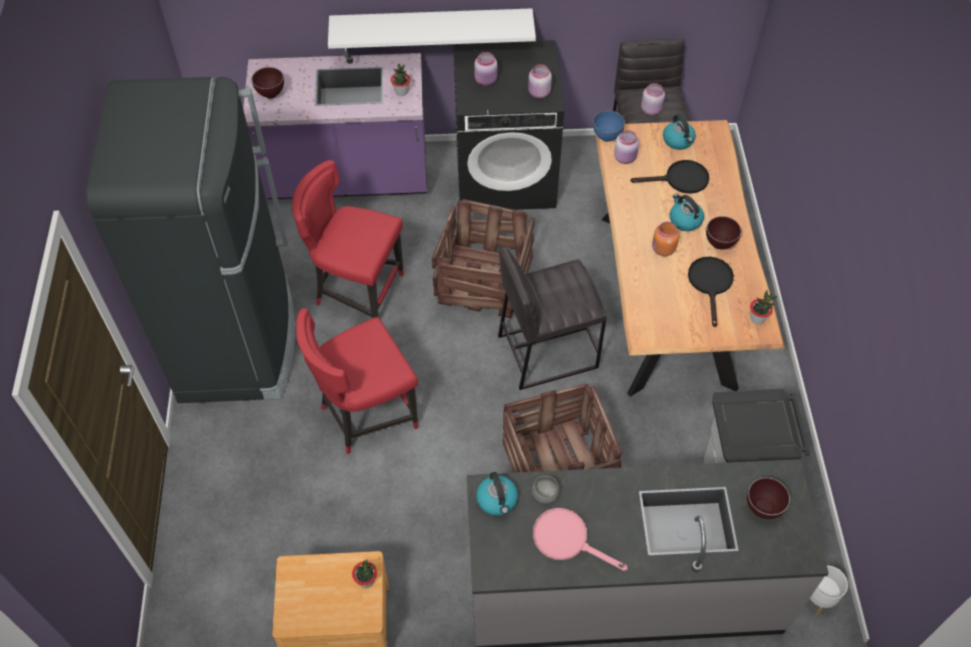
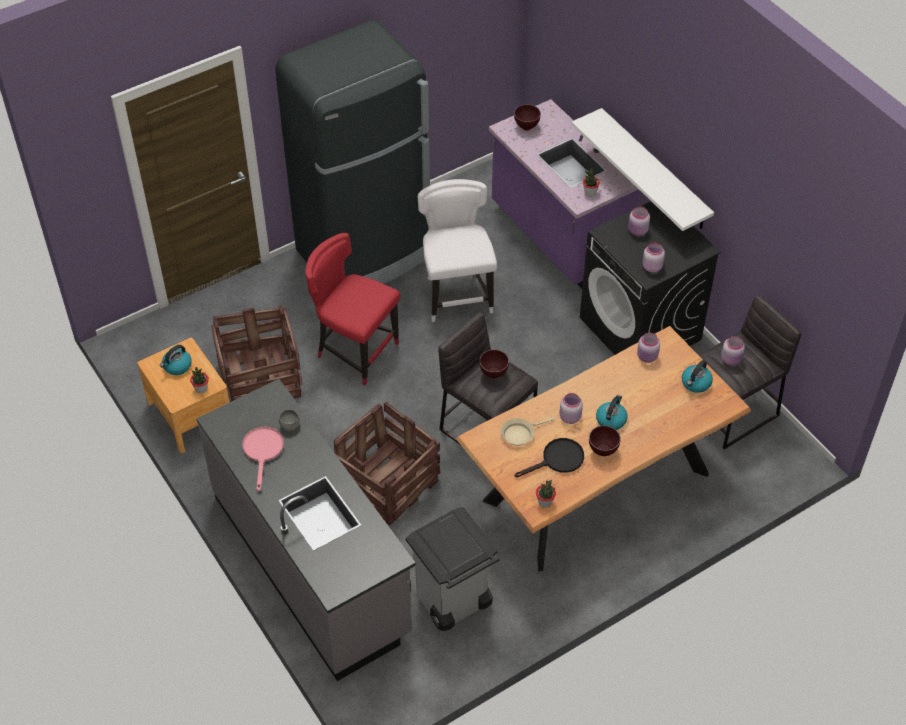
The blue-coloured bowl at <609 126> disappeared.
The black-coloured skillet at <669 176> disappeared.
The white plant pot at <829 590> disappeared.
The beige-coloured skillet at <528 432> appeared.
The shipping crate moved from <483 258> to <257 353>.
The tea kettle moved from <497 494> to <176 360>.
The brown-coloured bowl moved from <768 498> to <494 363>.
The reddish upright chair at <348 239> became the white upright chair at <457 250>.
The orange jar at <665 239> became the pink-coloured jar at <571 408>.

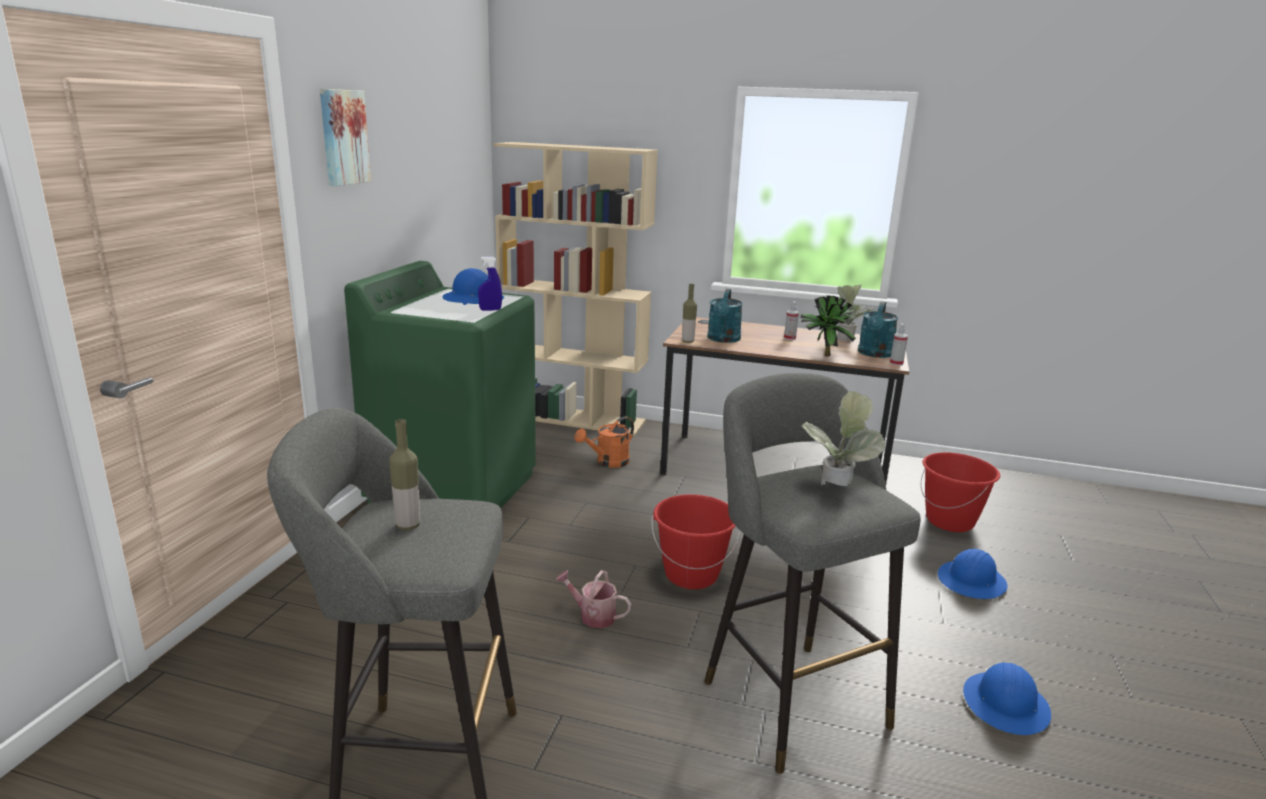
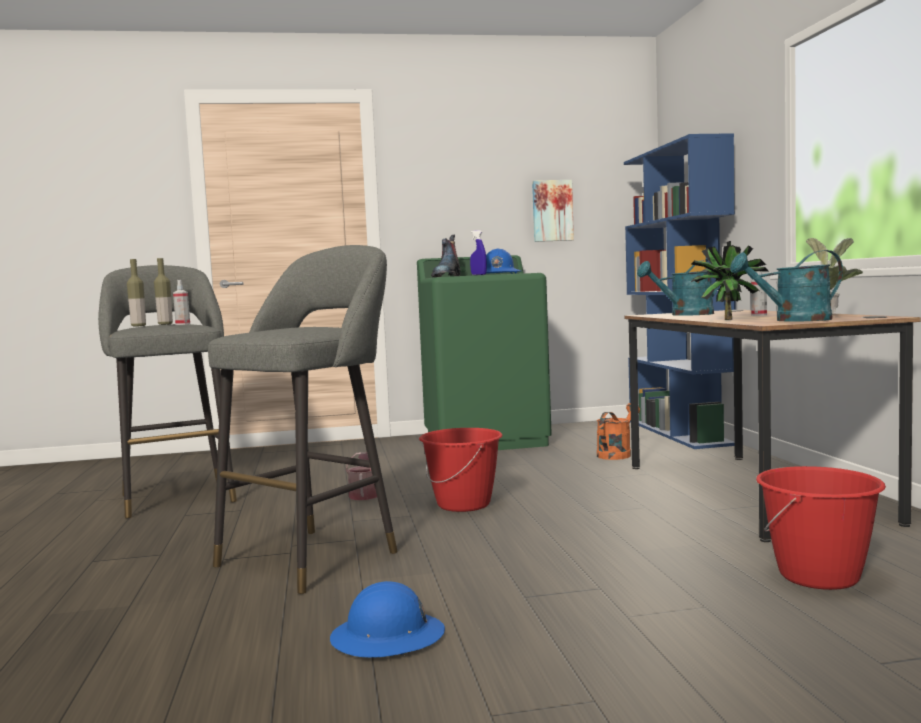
The potted plant at <843 438> disappeared.
The blue-coloured work helmet at <973 573> disappeared.
The tall boot at <445 256> appeared.
The wall picture moved from <345 137> to <553 211>.
The drink bottle moved from <689 313> to <136 293>.
The spray bottle moved from <899 345> to <181 302>.
The beige-coloured bookshelf at <575 289> became the blue-coloured bookshelf at <680 291>.
The orange watering pot at <604 442> turned 105 degrees clockwise.

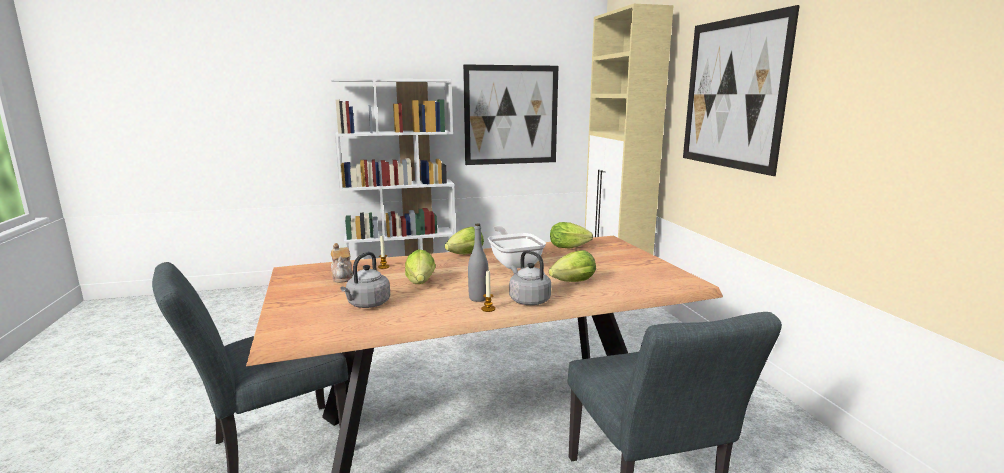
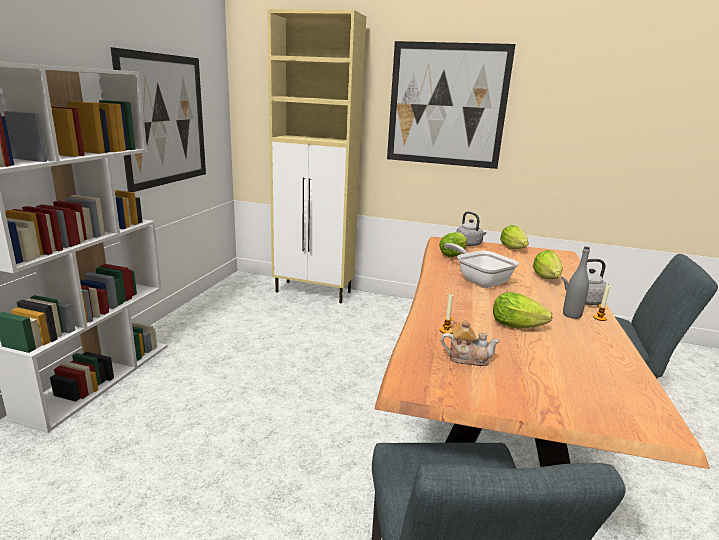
The grey tea kettle moved from <365 280> to <471 228>.
The head of lettuce moved from <464 240> to <514 237>.
The skillet at <517 247> turned 45 degrees clockwise.

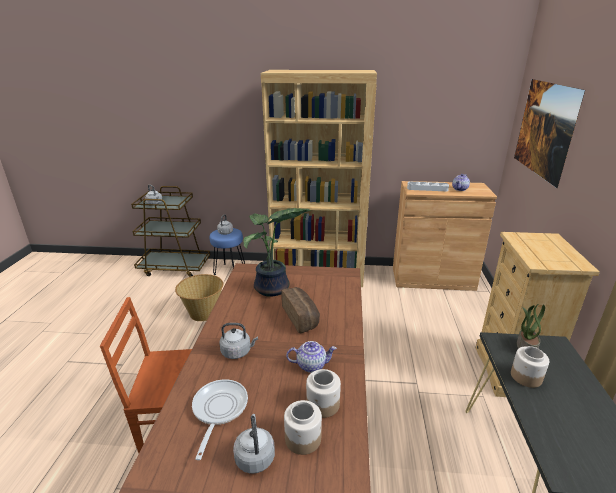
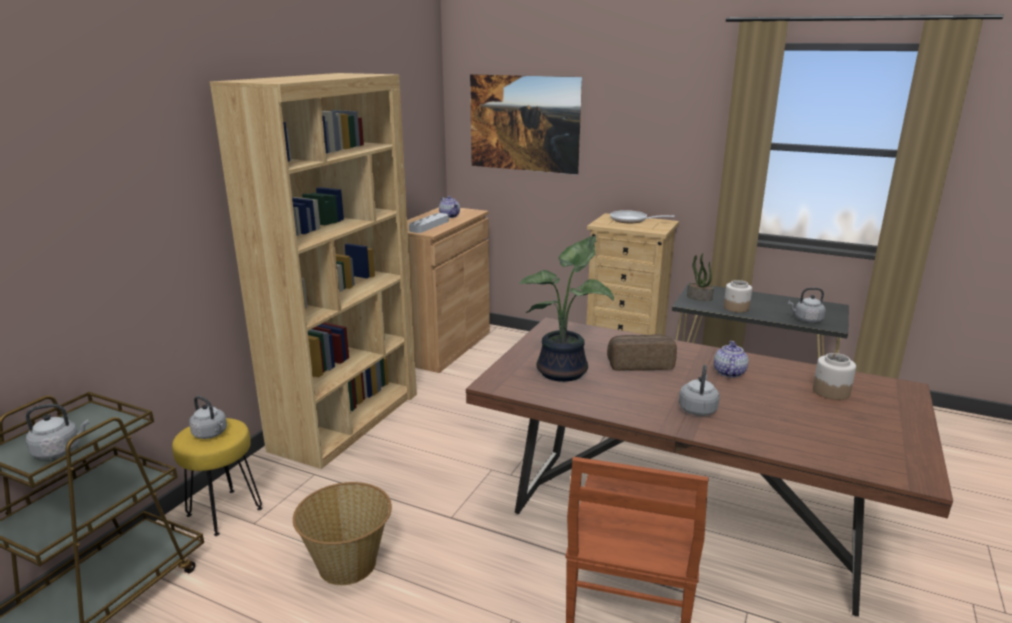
The jar at <323 393> disappeared.
The skillet moved from <220 419> to <642 216>.
The grey tea kettle moved from <254 444> to <807 305>.
The blue-coloured sitting stool at <227 251> became the yellow sitting stool at <217 477>.

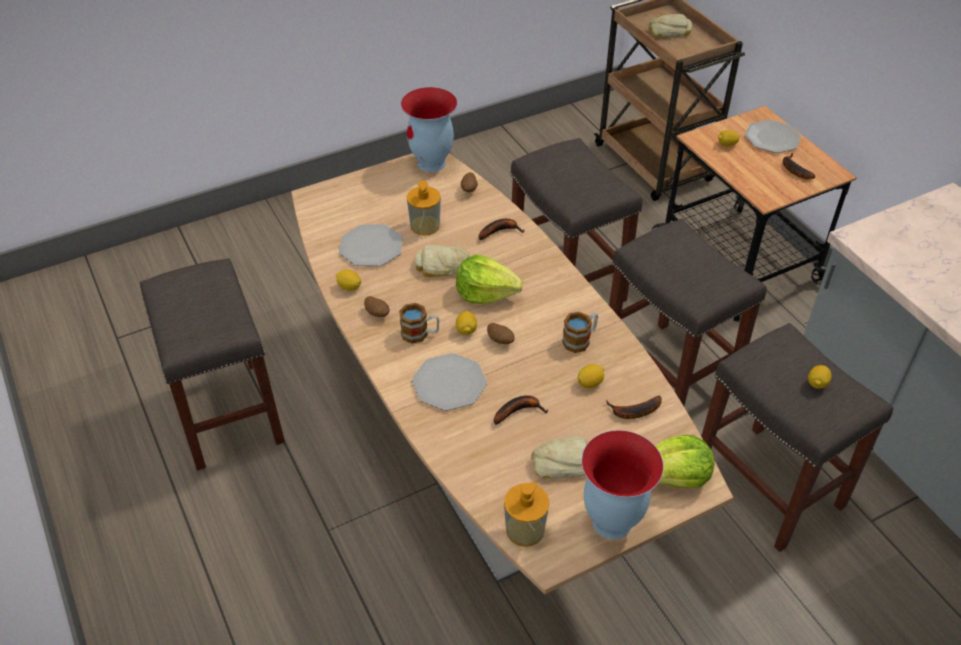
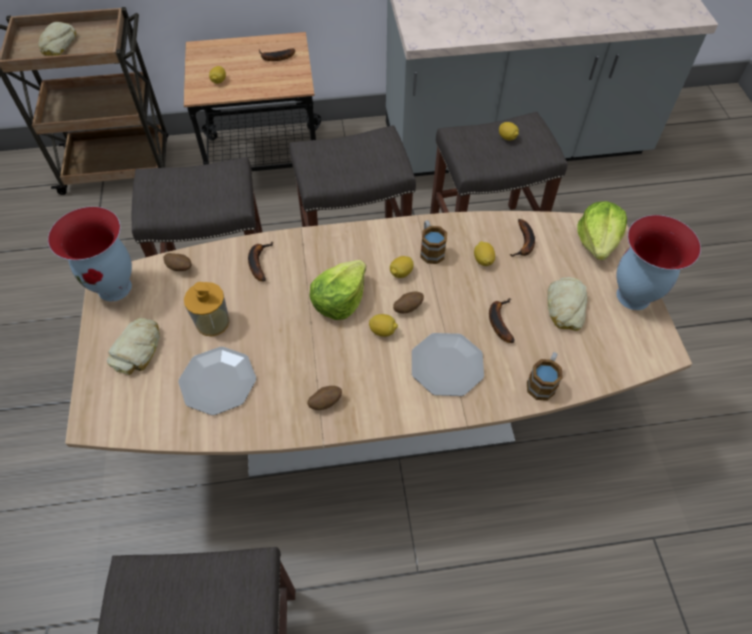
The liquid soap bottle at <527 514> disappeared.
The plate at <773 136> disappeared.
The citrus fruit moved from <348 280> to <402 267>.
The tea mug moved from <419 323> to <545 376>.
The bread moved from <442 261> to <133 346>.

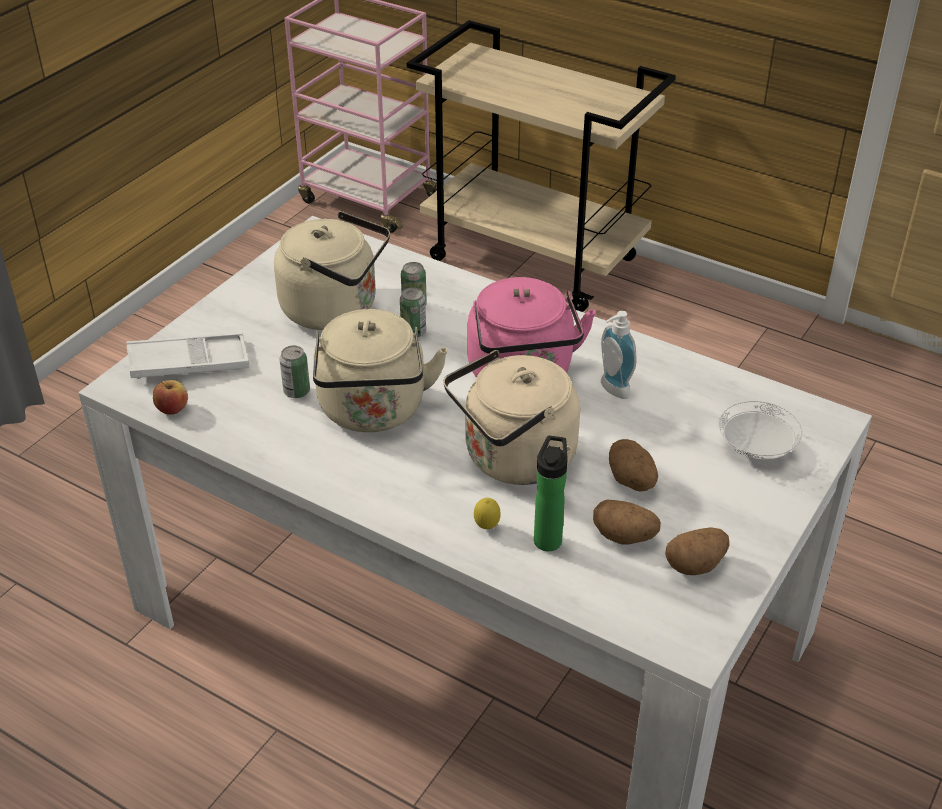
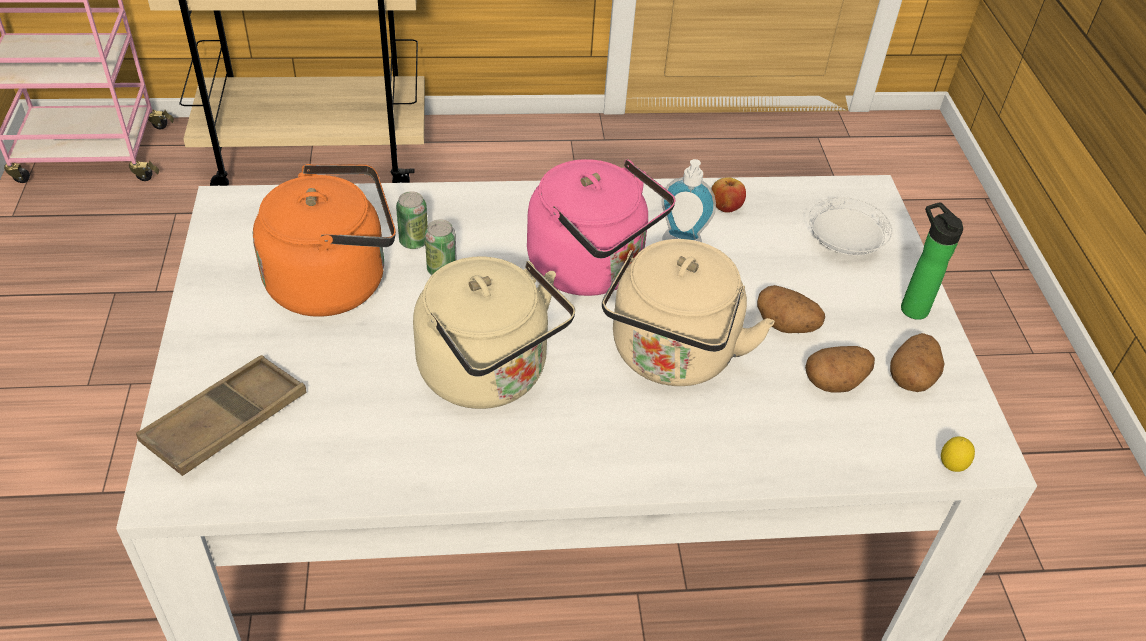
The metal can at <294 372> disappeared.
The apple fruit moved from <170 397> to <728 195>.
The citrus fruit moved from <487 513> to <958 454>.
The drink bottle moved from <551 493> to <932 261>.
The white carrying tray at <187 355> became the brown-coloured carrying tray at <221 415>.
The beige-coloured tea kettle at <332 270> became the orange tea kettle at <324 240>.

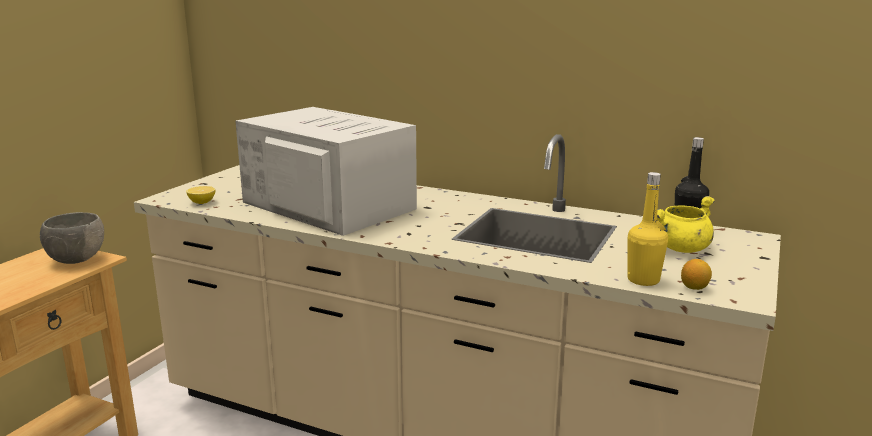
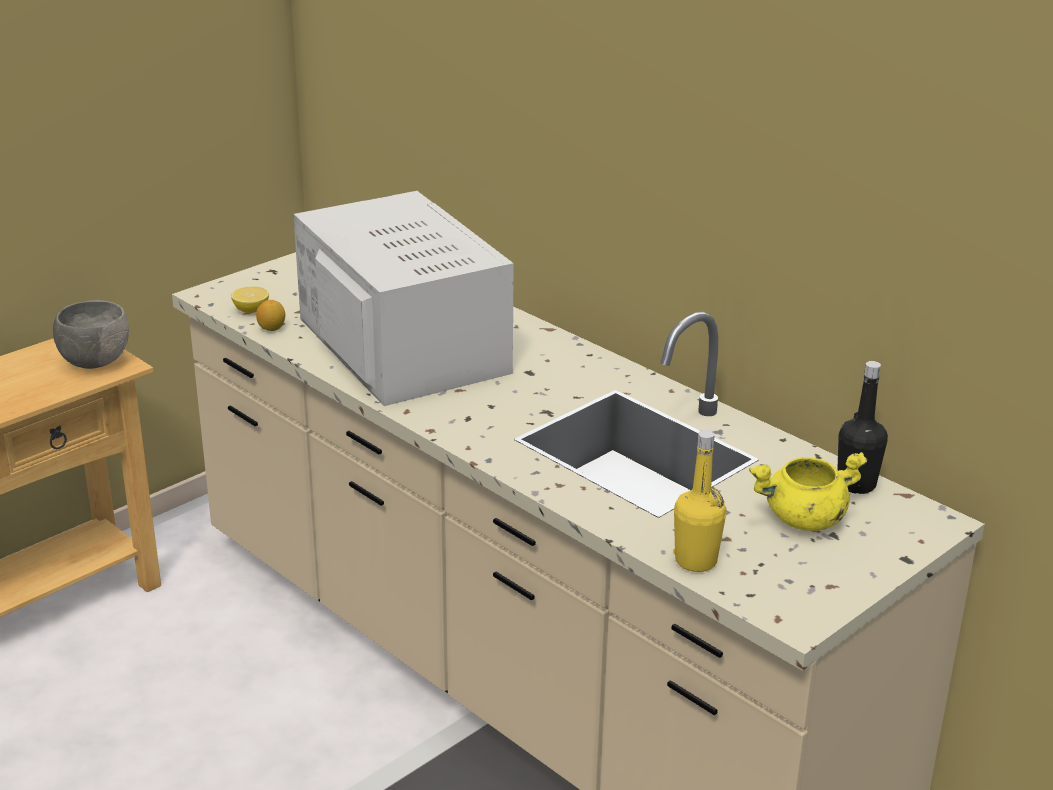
The citrus fruit moved from <696 274> to <270 315>.

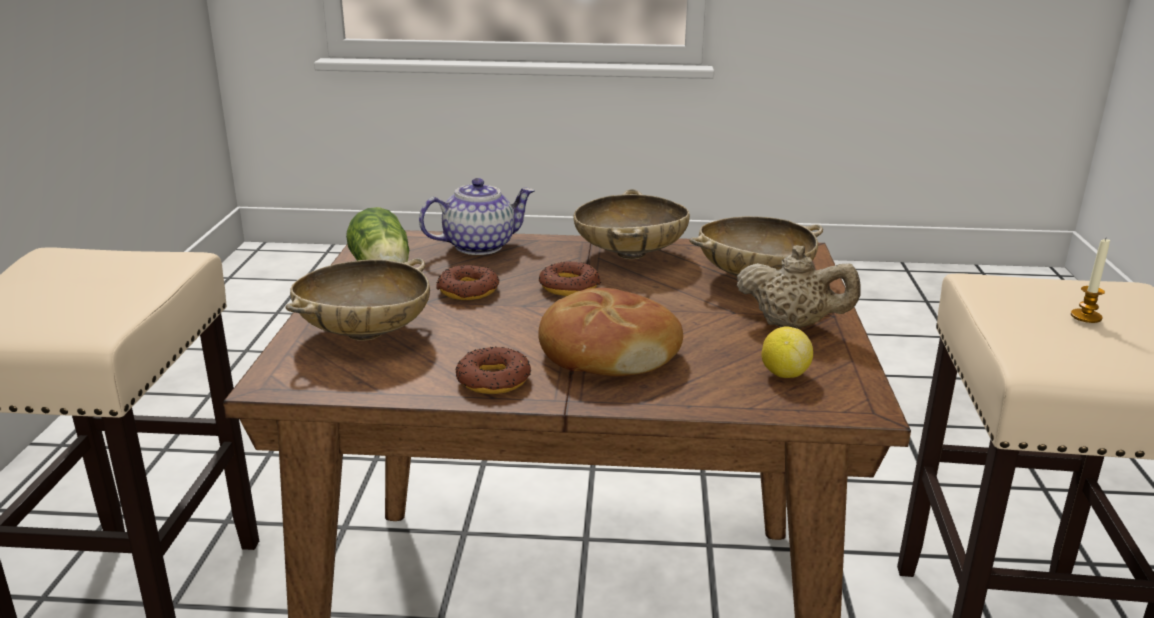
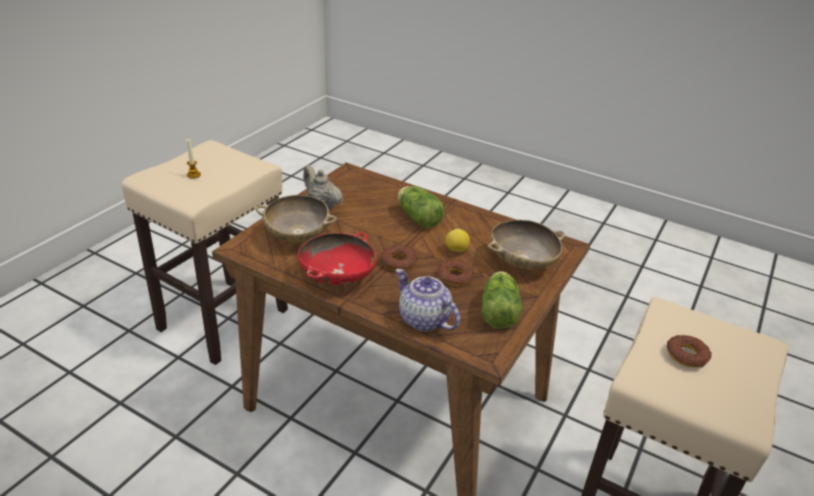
The donut moved from <493 370> to <689 351>.
The citrus fruit moved from <787 352> to <457 240>.
The bread at <610 332> was replaced by the head of lettuce at <421 207>.
The beige-coloured bowl at <631 224> became the reddish bowl at <337 258>.
The teapot at <477 216> turned 45 degrees clockwise.

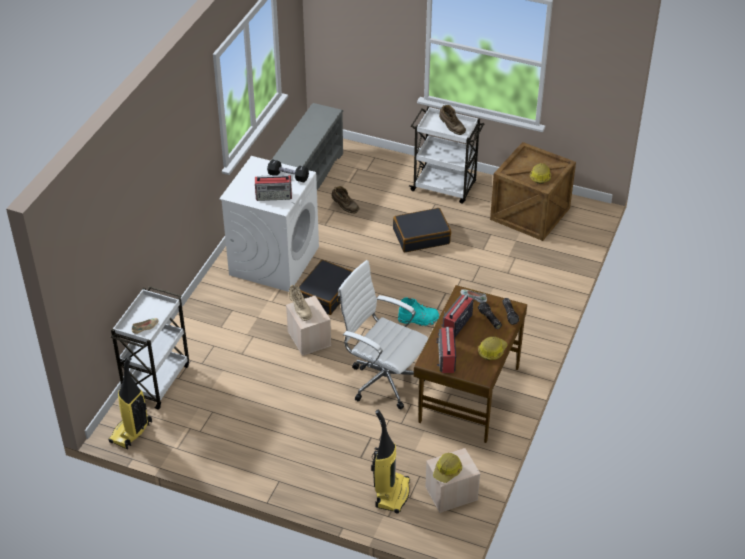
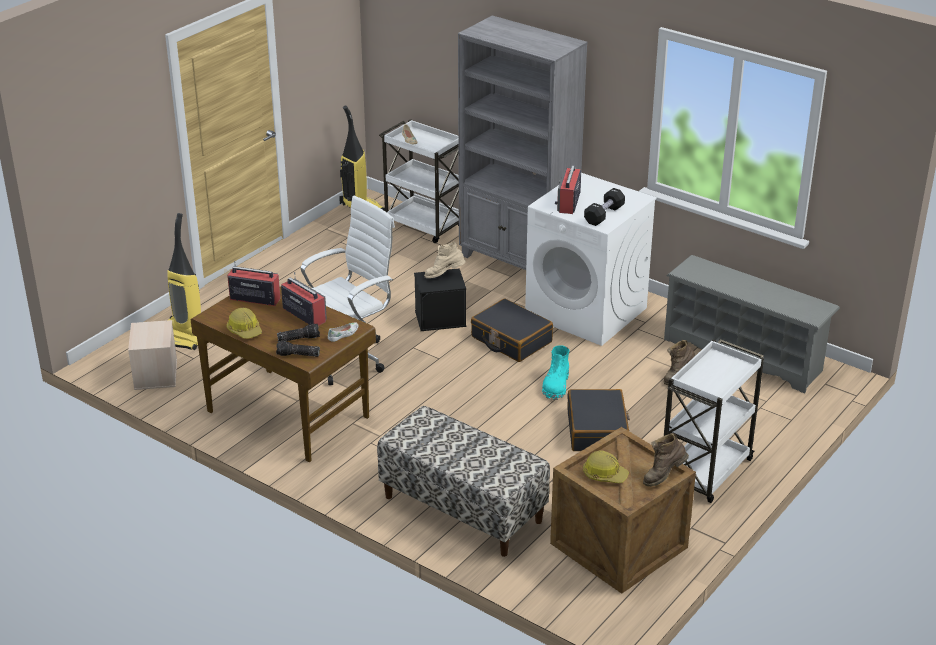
The work helmet at <447 468> disappeared.
The bench at <463 481> appeared.
The grey bookshelf at <523 142> appeared.
The blue-green tall boot moved from <418 312> to <555 372>.
The brown-coloured tall boot moved from <452 120> to <666 460>.
The beige-coloured storage container at <308 326> became the black-coloured storage container at <440 299>.

